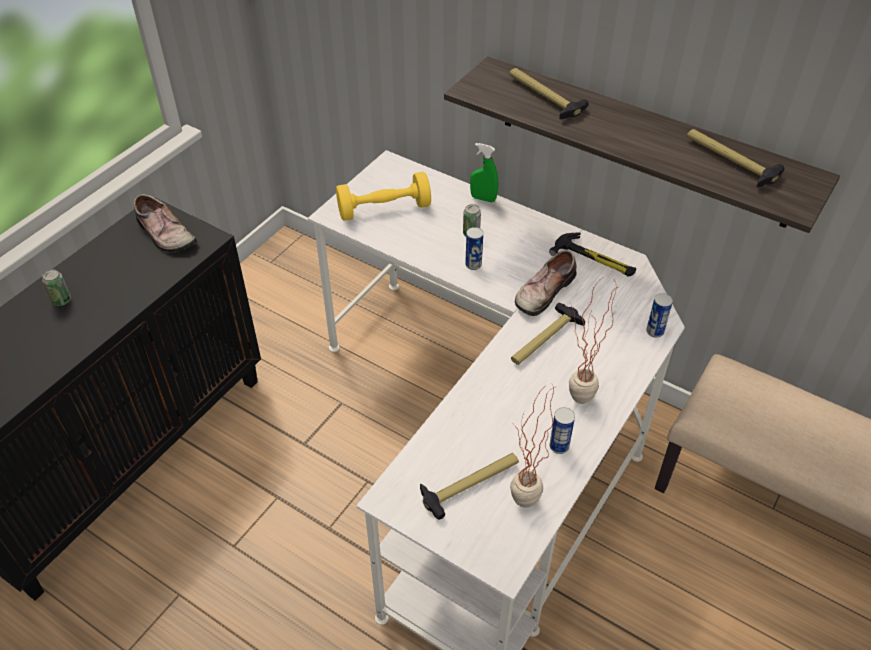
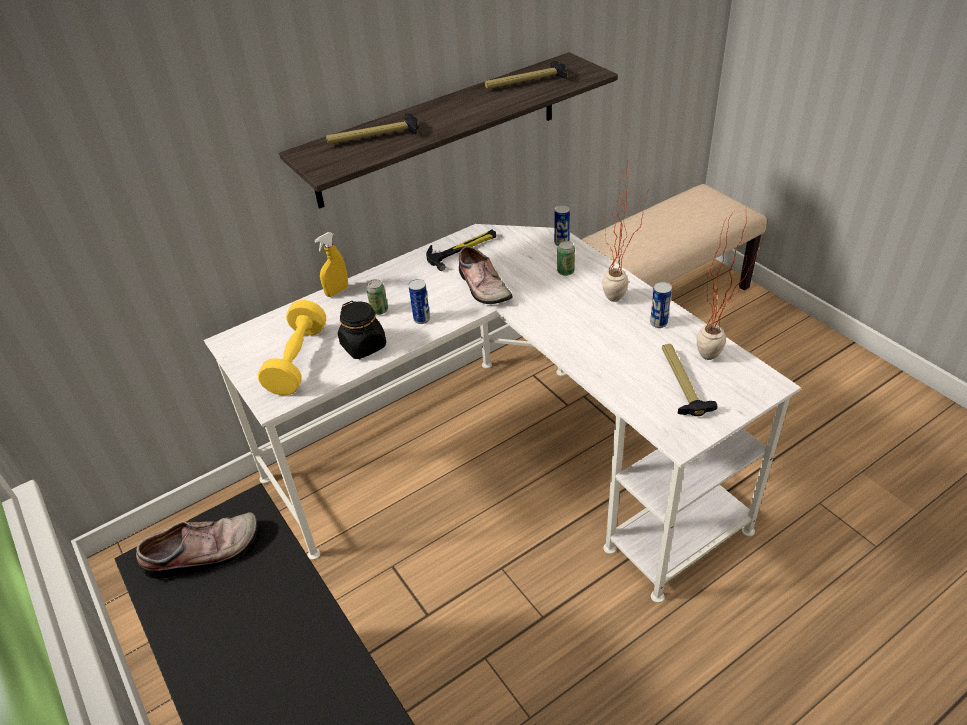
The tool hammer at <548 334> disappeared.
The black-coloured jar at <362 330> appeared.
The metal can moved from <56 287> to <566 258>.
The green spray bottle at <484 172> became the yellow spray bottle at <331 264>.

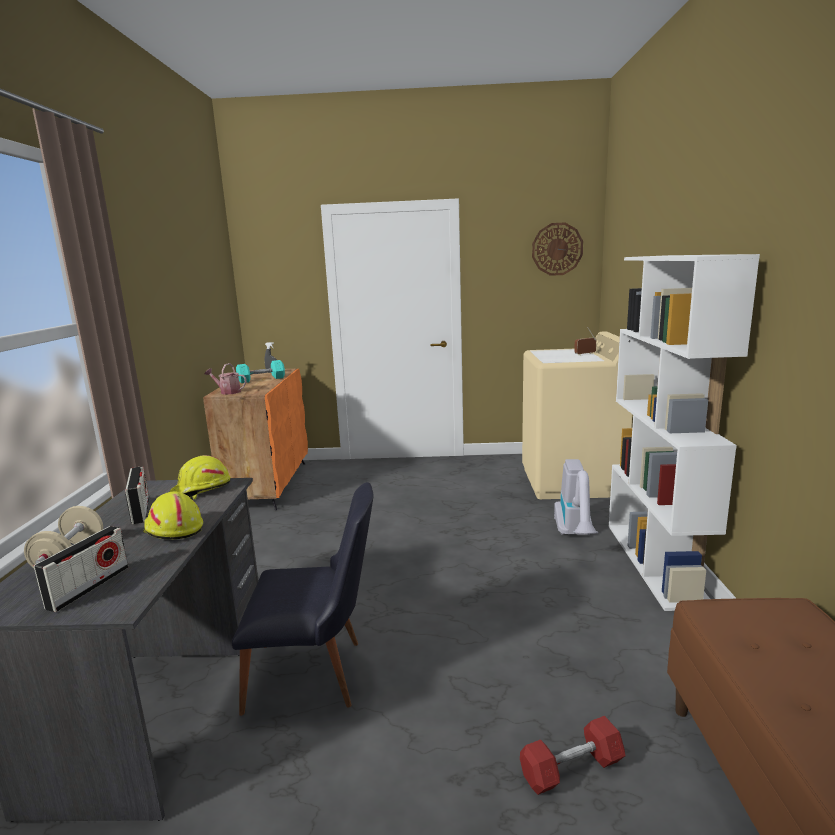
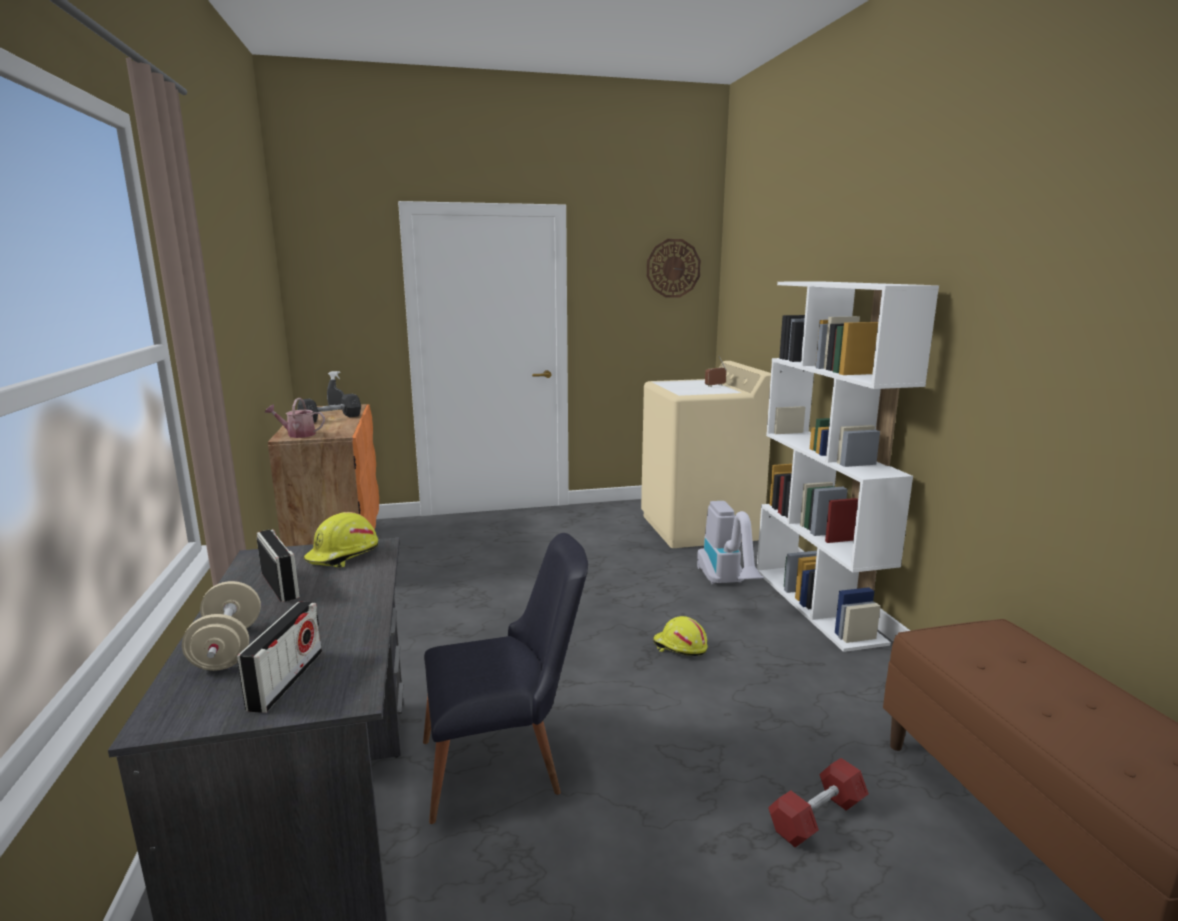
The yellow work helmet moved from <173 516> to <680 636>.
The blue-green dumbbell at <260 371> became the grey dumbbell at <329 408>.

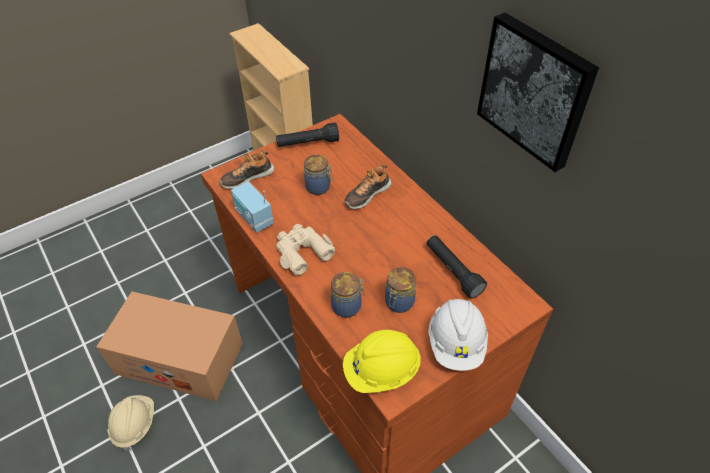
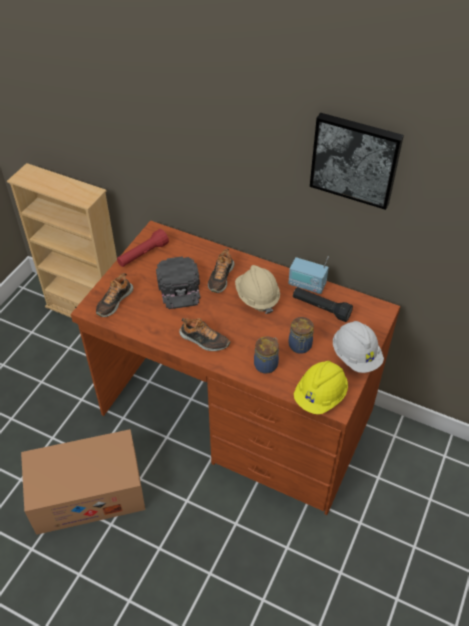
The beige-coloured work helmet moved from <130 422> to <257 289>.
The radio receiver moved from <252 207> to <308 275>.
The beige-coloured pair of binoculars at <306 250> was replaced by the low shoe at <204 334>.
The jar at <318 175> was replaced by the black-coloured baseball cap at <178 282>.
The black-coloured hand torch at <307 134> became the reddish hand torch at <143 248>.

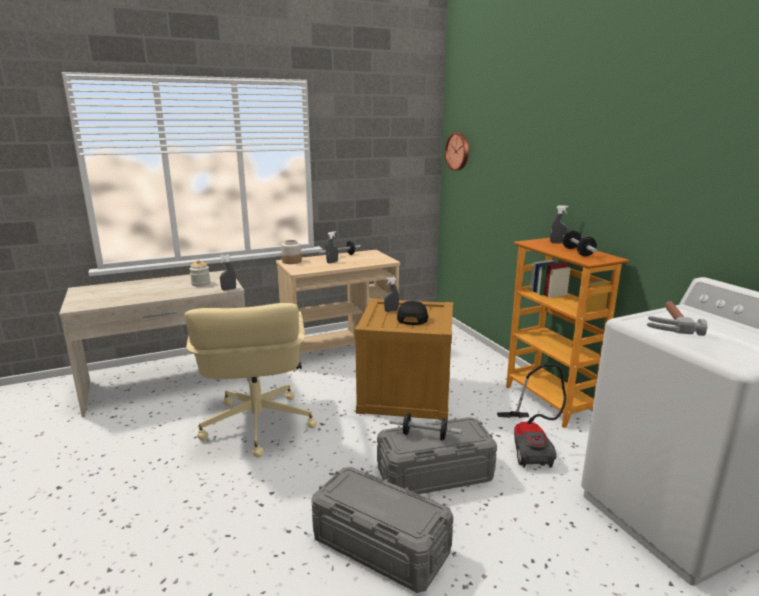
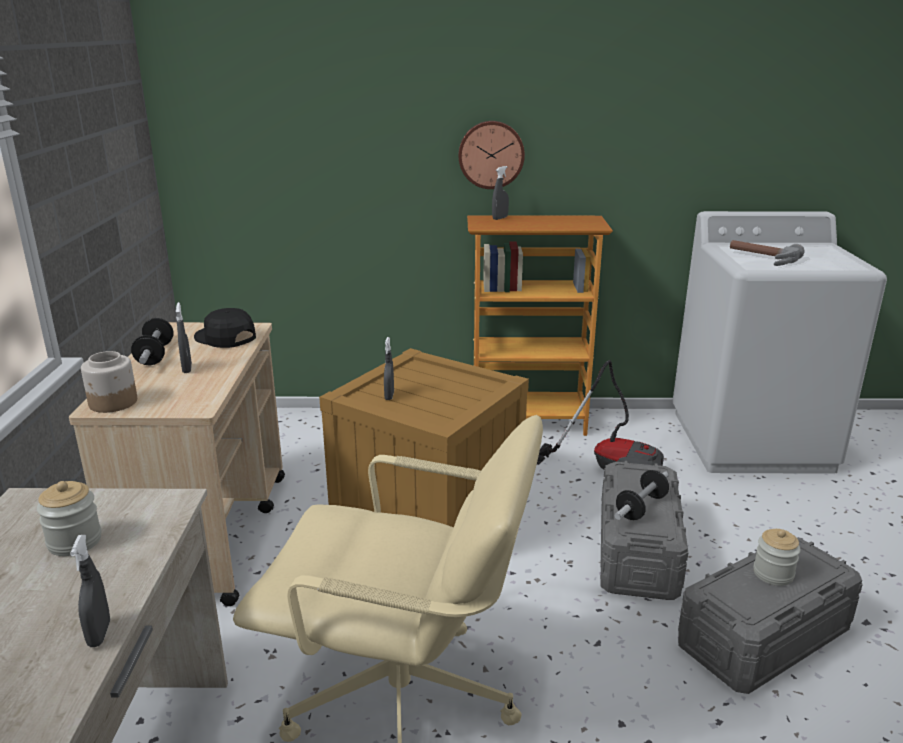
The dumbbell at <580 243> disappeared.
The jar at <777 557> appeared.
The grey spray bottle moved from <228 273> to <90 591>.
The black-coloured baseball cap moved from <412 313> to <225 328>.
The clock on the wall moved from <457 152> to <492 155>.

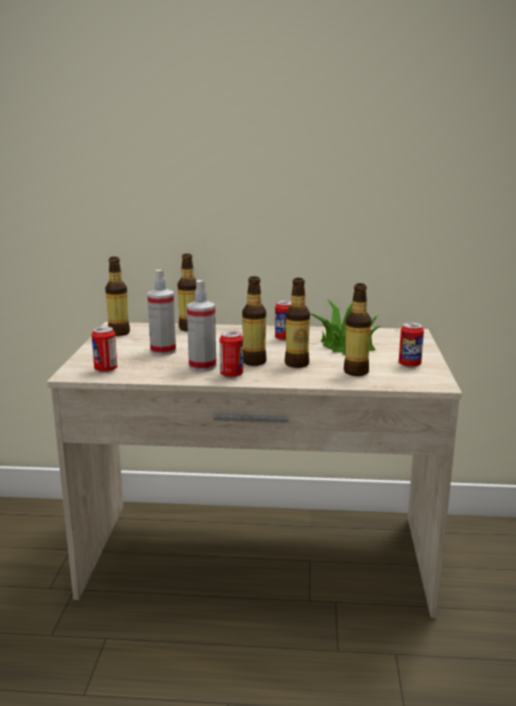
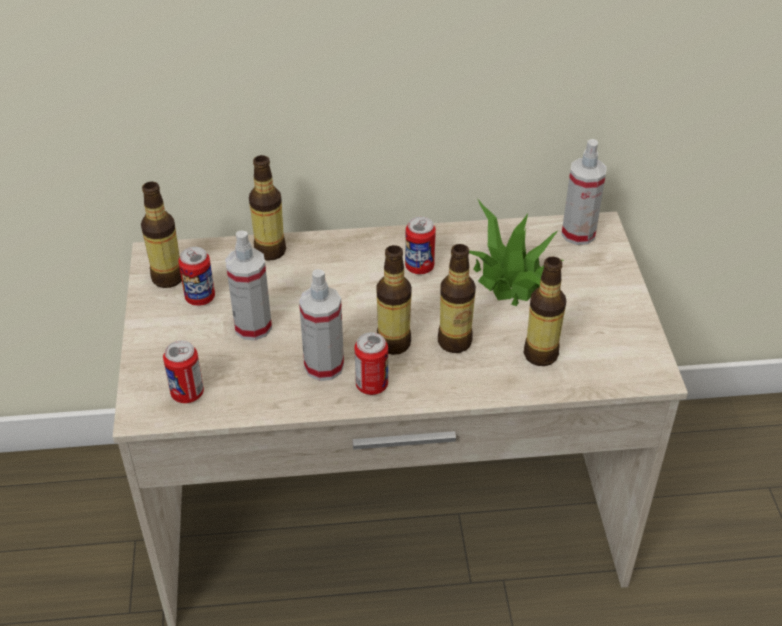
The spray bottle at <584 192> appeared.
The metal can moved from <411 345> to <196 276>.

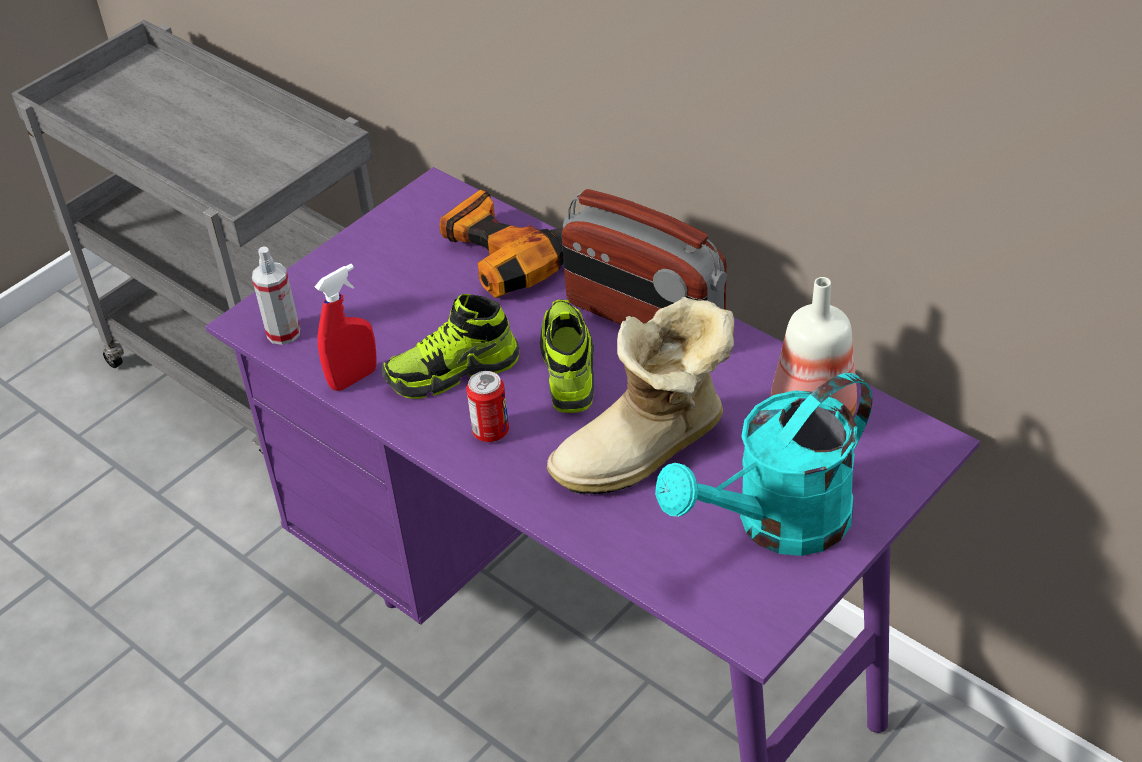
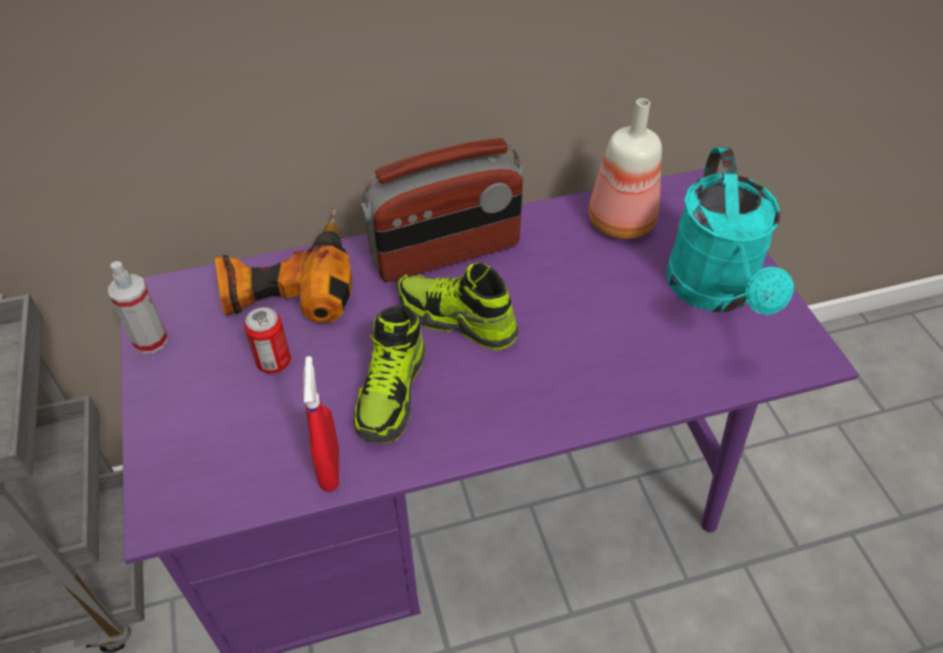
The tall boot at <640 396> disappeared.
The spray bottle moved from <276 295> to <138 307>.
The metal can moved from <487 406> to <267 340>.

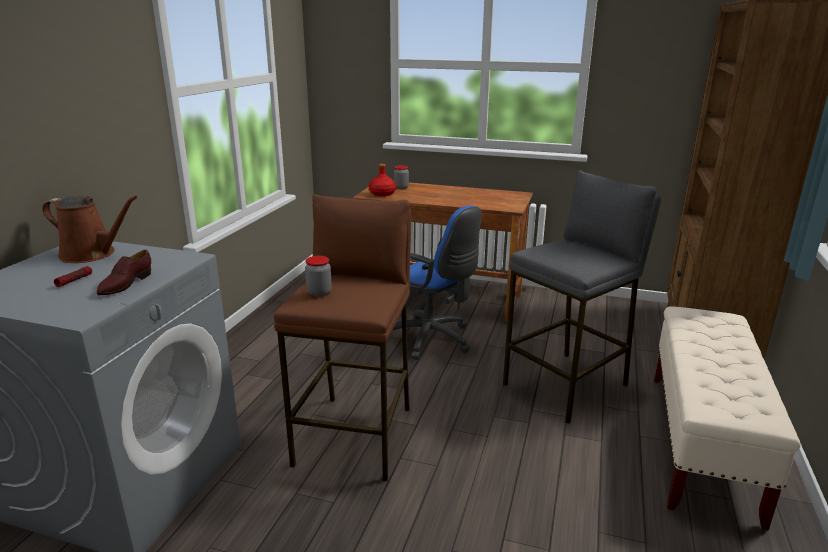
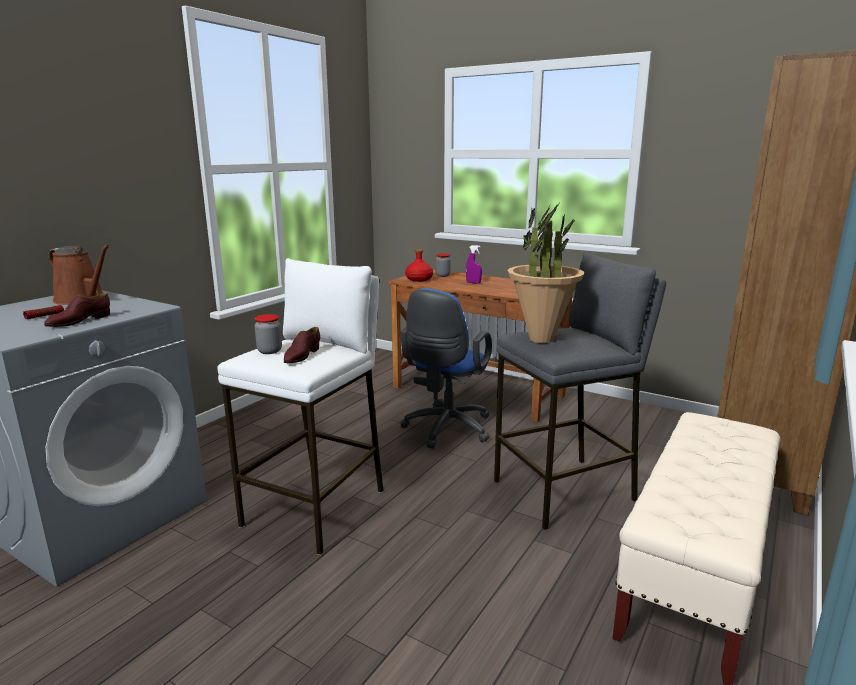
The brown-coloured low shoe at <302 345> appeared.
The purplish spray bottle at <474 264> appeared.
The potted plant at <545 273> appeared.
The brown-coloured sitting stool at <342 337> became the white sitting stool at <300 406>.
The blue-coloured office chair at <437 283> turned 60 degrees clockwise.

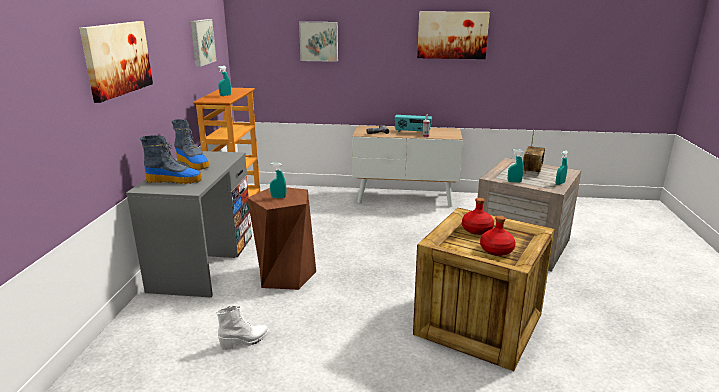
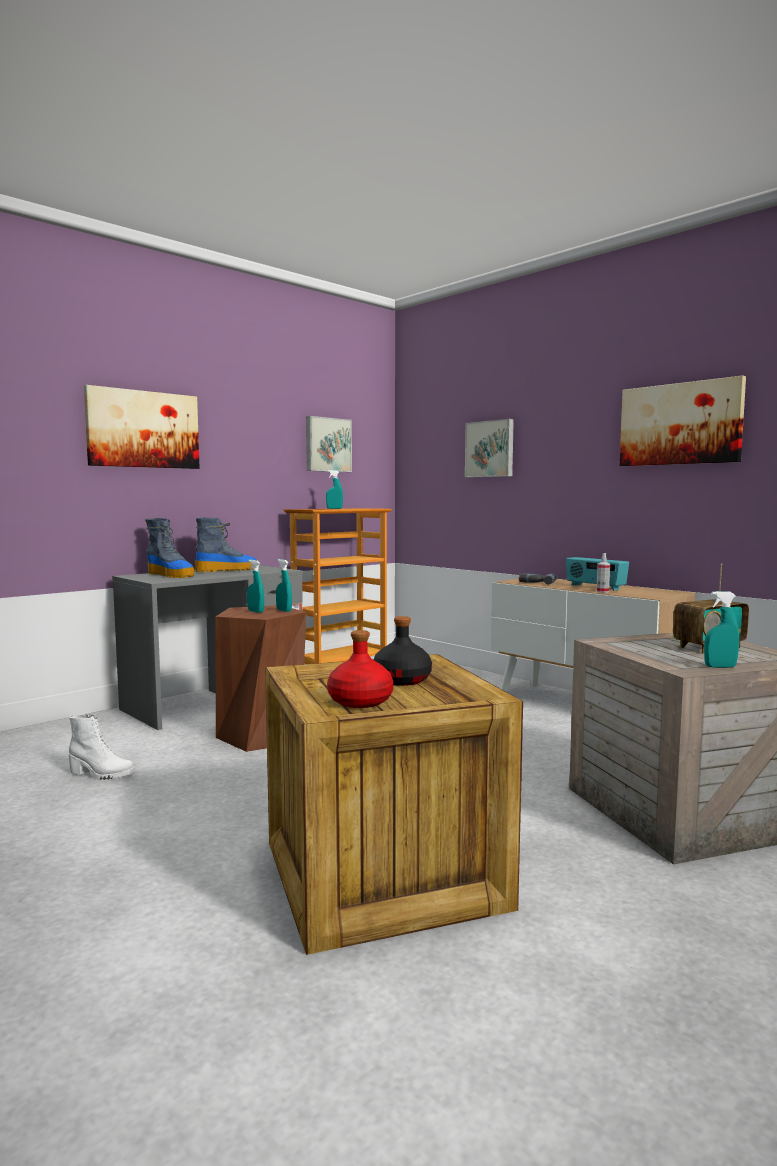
The blue-green spray bottle moved from <516 166> to <284 585>.
The reddish drink bottle at <478 216> became the black-coloured drink bottle at <403 651>.
The tall boot at <190 144> turned 120 degrees counterclockwise.

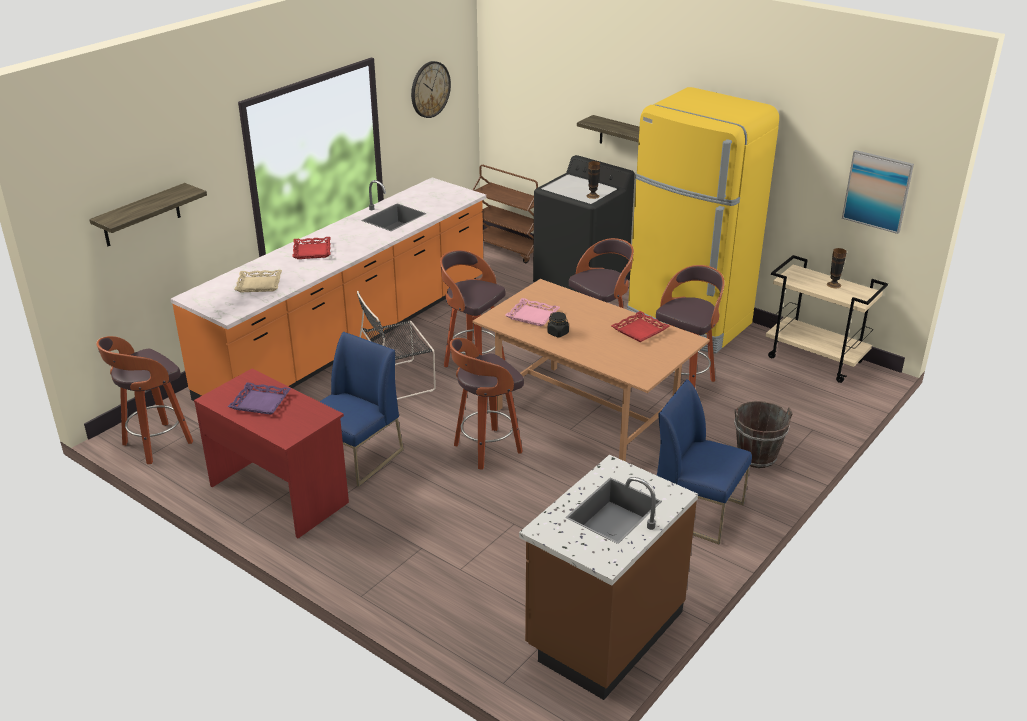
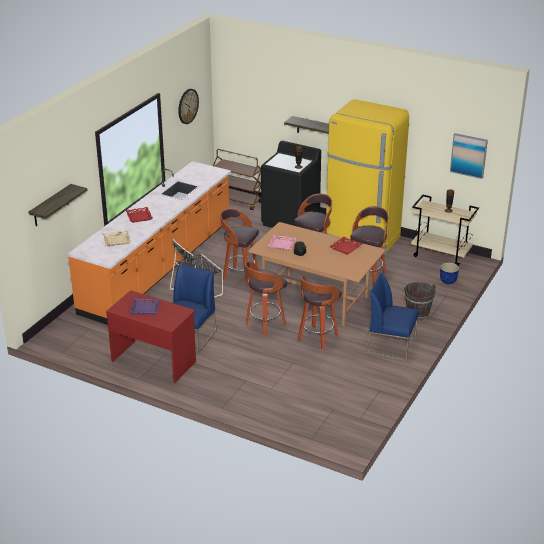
The brown-coloured counter at <608 577> disappeared.
The plant pot at <449 273> appeared.
The sitting stool moved from <144 400> to <320 313>.

